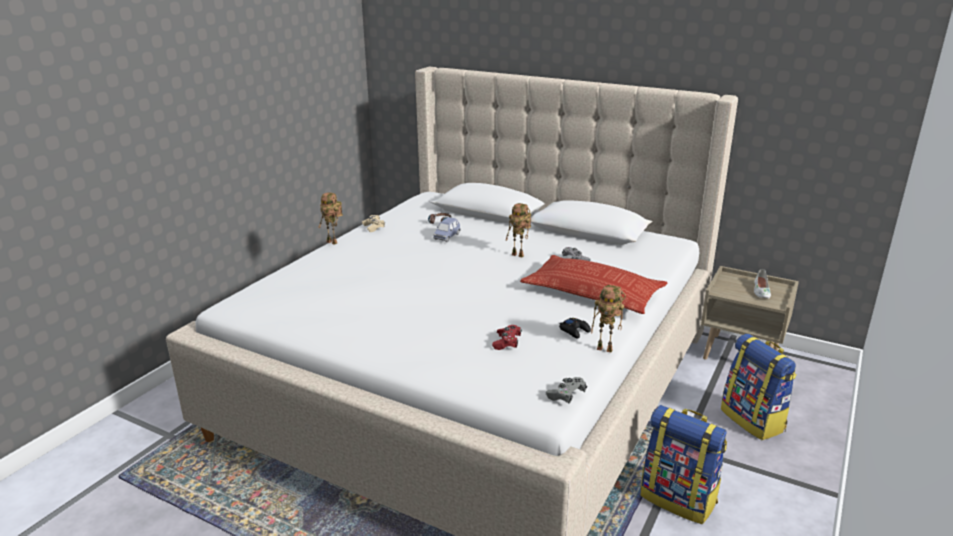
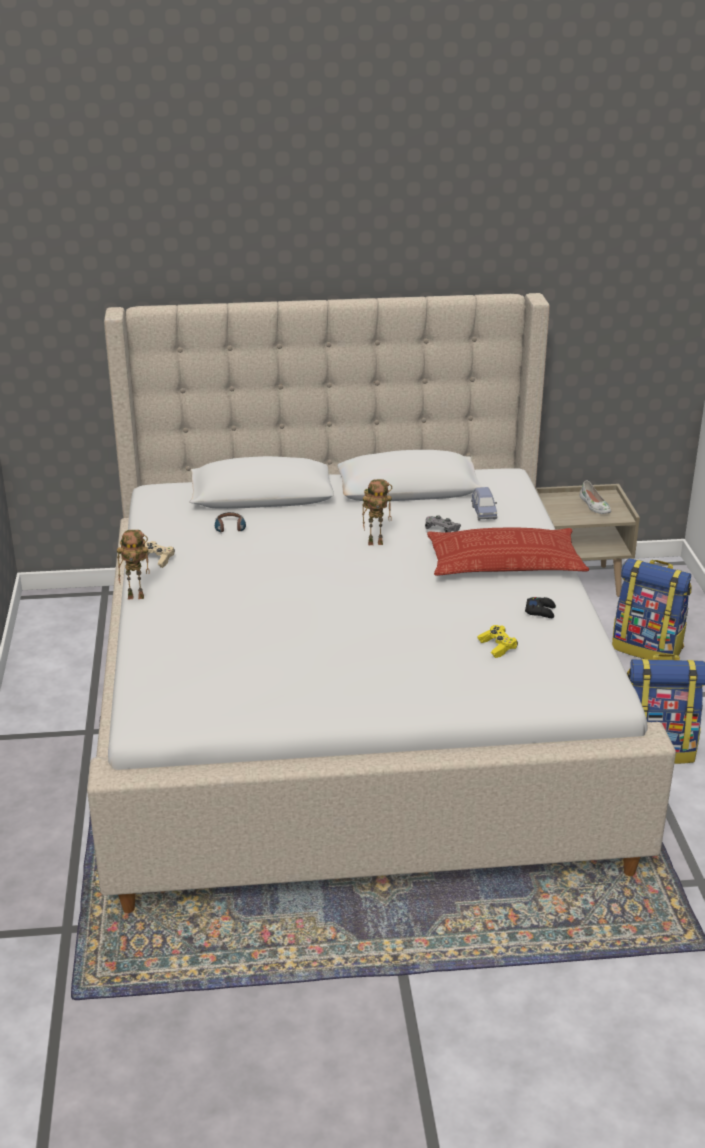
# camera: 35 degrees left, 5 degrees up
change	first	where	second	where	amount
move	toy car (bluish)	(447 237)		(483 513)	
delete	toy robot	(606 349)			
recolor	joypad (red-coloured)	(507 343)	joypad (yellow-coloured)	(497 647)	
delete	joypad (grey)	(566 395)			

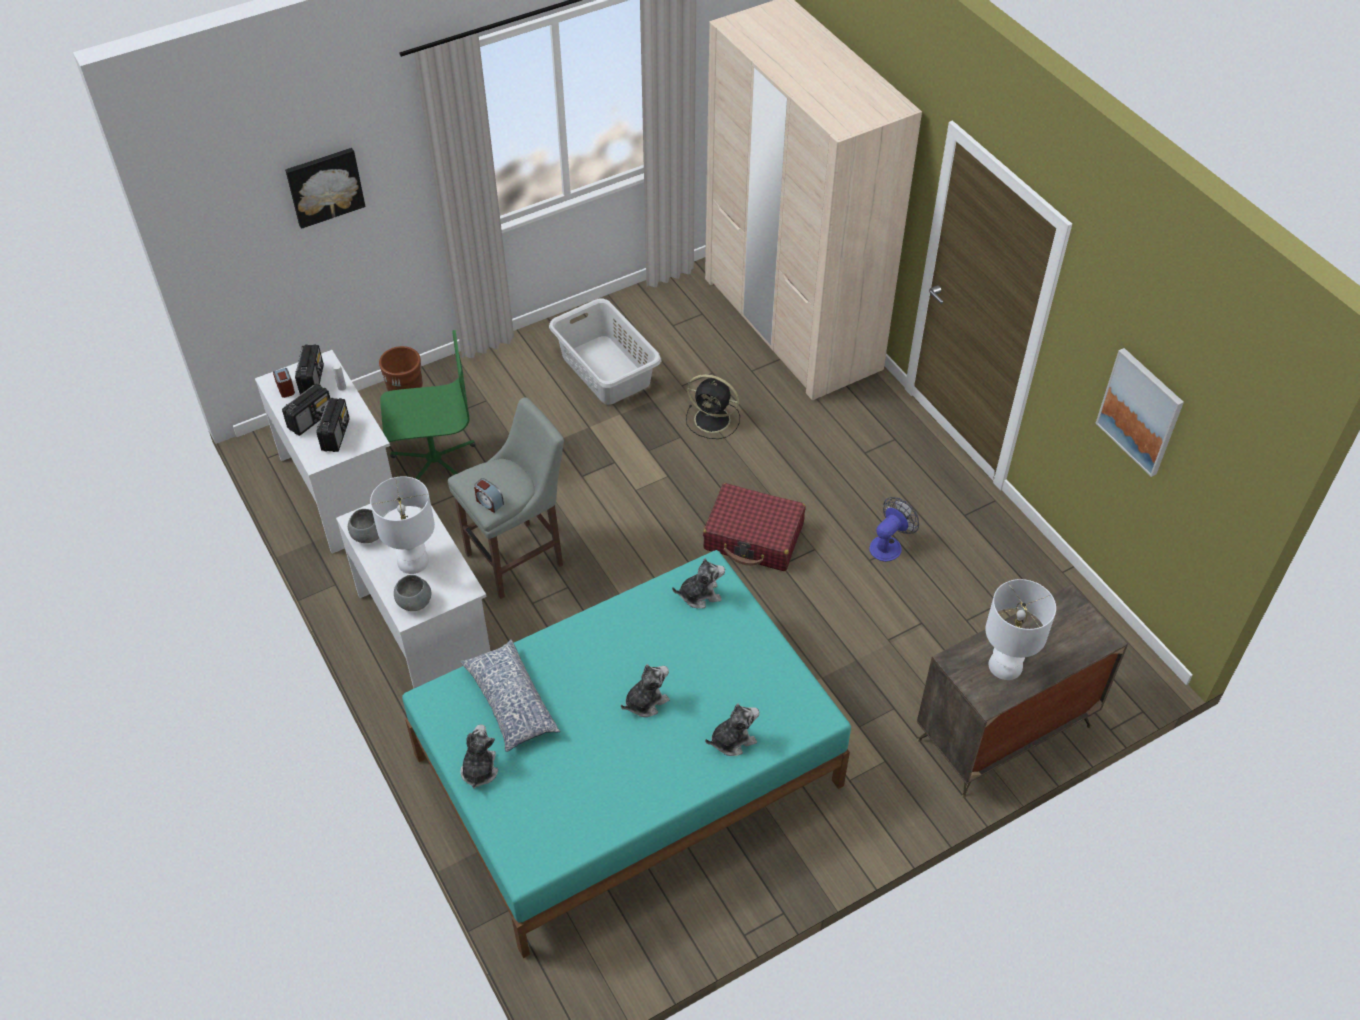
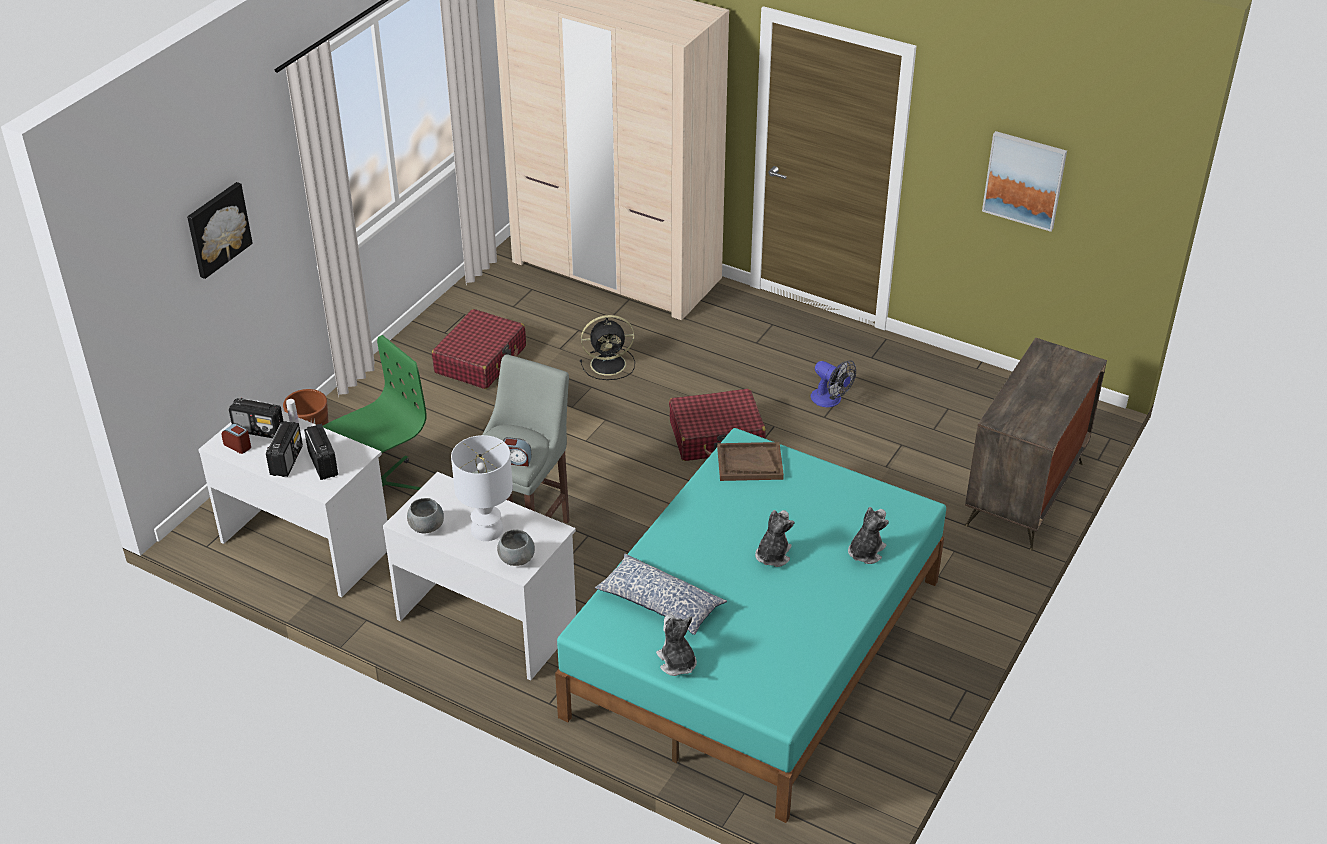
# camera: 30 degrees left, 10 degrees down
change	first	where	second	where	amount
replace	washing basket (grey)	(606 369)	piece of luggage (red-coloured)	(481 360)	
rotate	radio	(312 380)		(259 430)	135 degrees clockwise
rotate	electric fan	(889 545)		(830 400)	120 degrees clockwise
replace	cuddly toy	(700 595)	tray (brownish)	(749 463)	
delete	tabletop lamp (white)	(1006 665)			

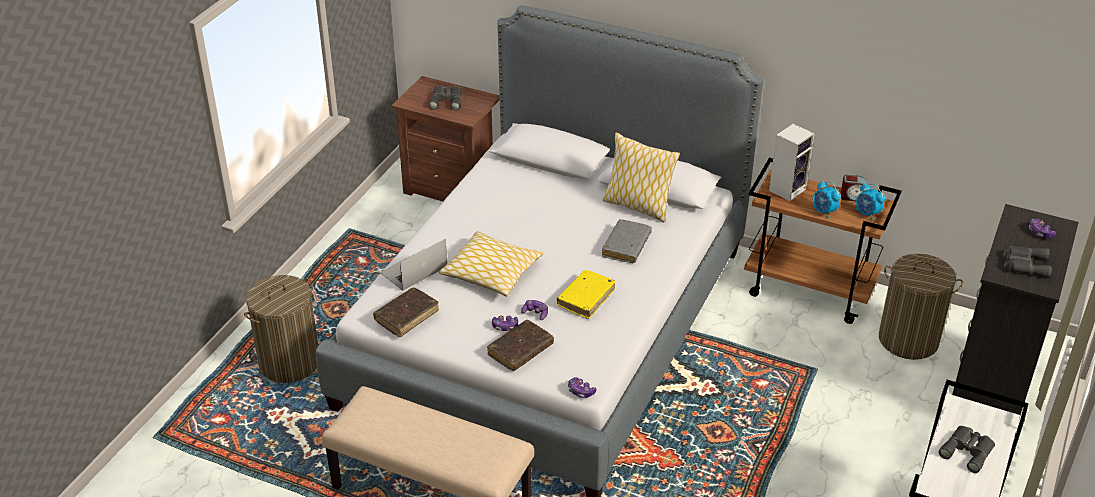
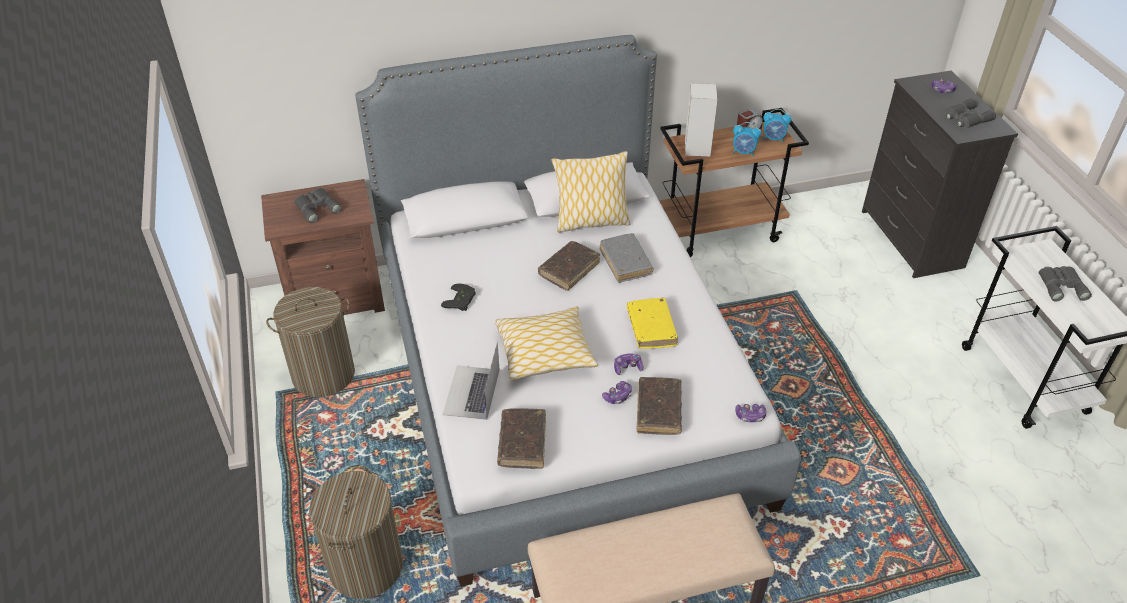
# camera: 40 degrees left, 5 degrees up
change	first	where	second	where	amount
move	washing basket	(908 340)		(323 374)	
insert			bound book (brownish)	(569 270)	
insert			joypad (black-coloured)	(461 300)	

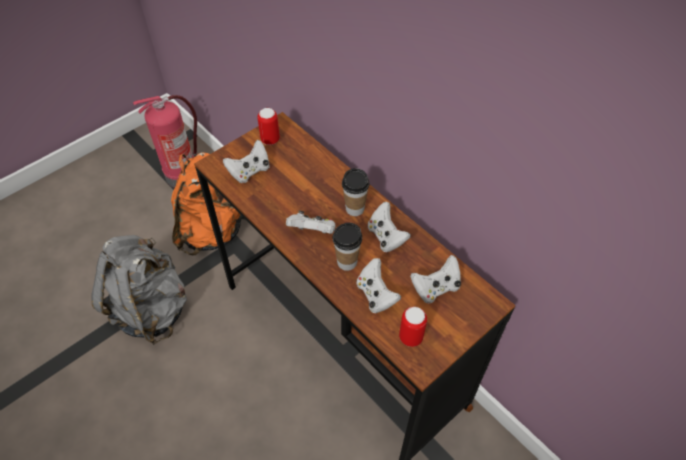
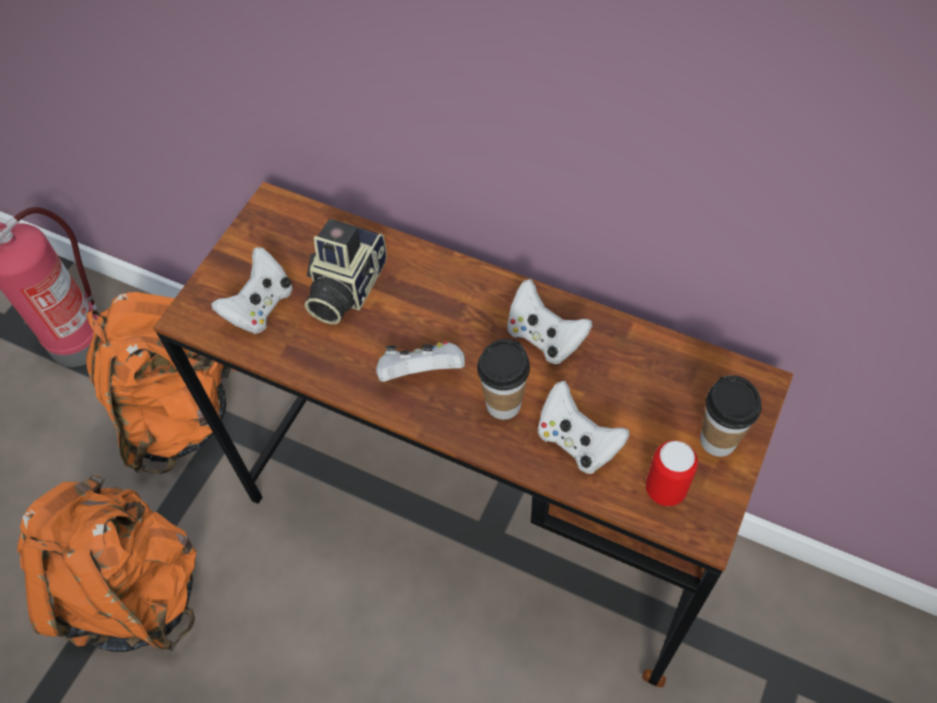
# camera: 20 degrees left, 5 degrees up
change	first	where	second	where	amount
delete	metal can	(270 140)			
move	small cup	(355 209)		(718 440)	
recolor	backpack (grey)	(151 309)	backpack (orangey)	(135 590)	
delete	joypad (white)	(436 288)			
insert			photo camera	(344 287)	

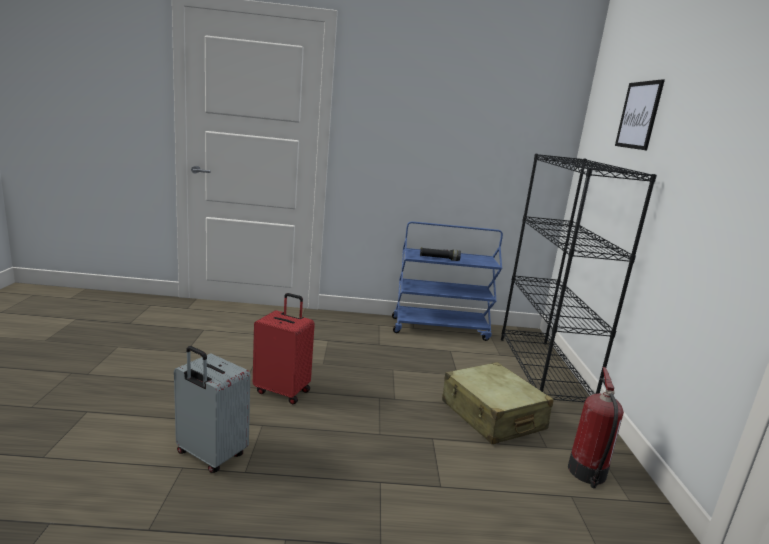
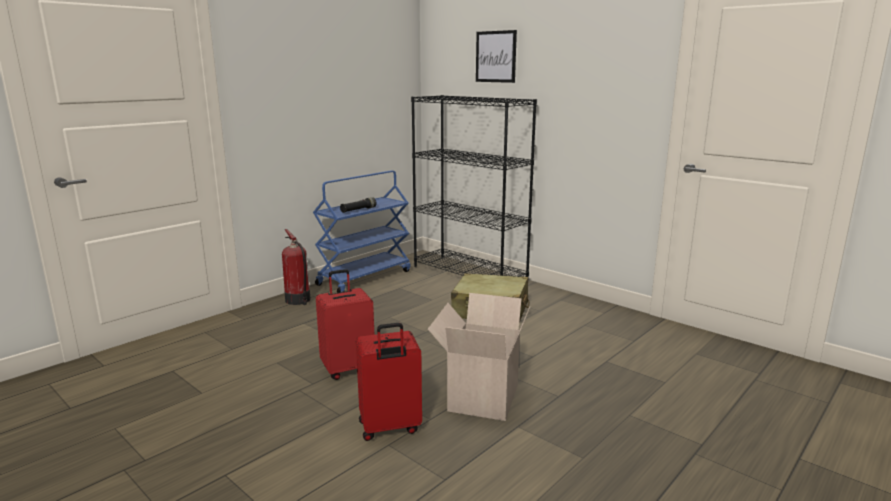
# camera: 45 degrees left, 0 degrees up
change	first	where	second	where	amount
recolor	piece of luggage (grey)	(210 455)	piece of luggage (red-coloured)	(389 428)	
move	fire-fighting cylinder	(587 473)		(298 300)	
insert			carton	(481 397)	

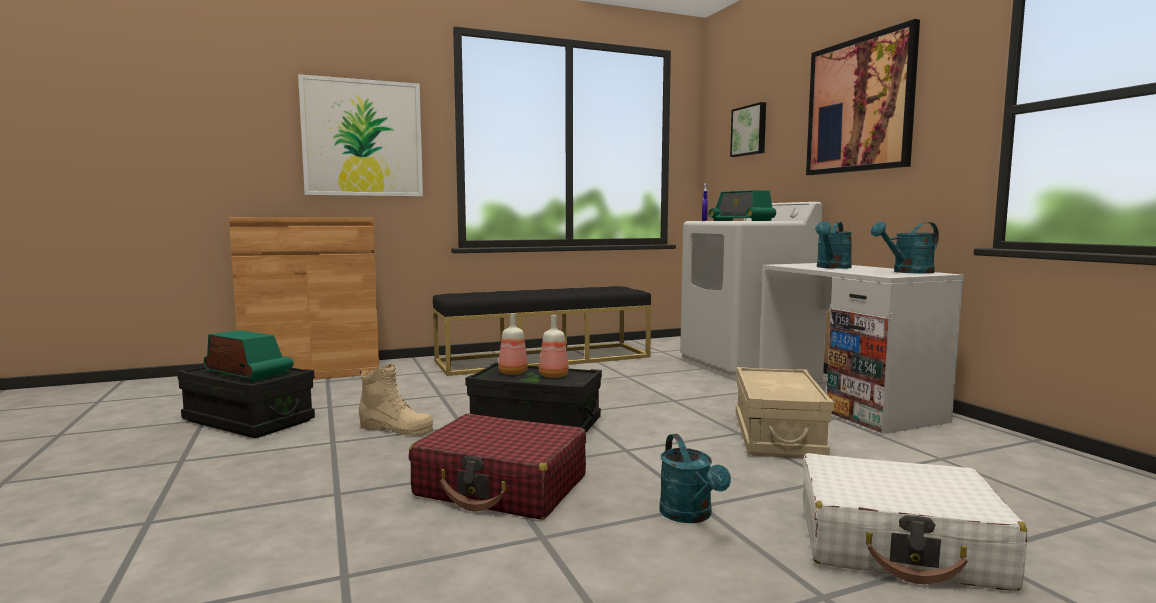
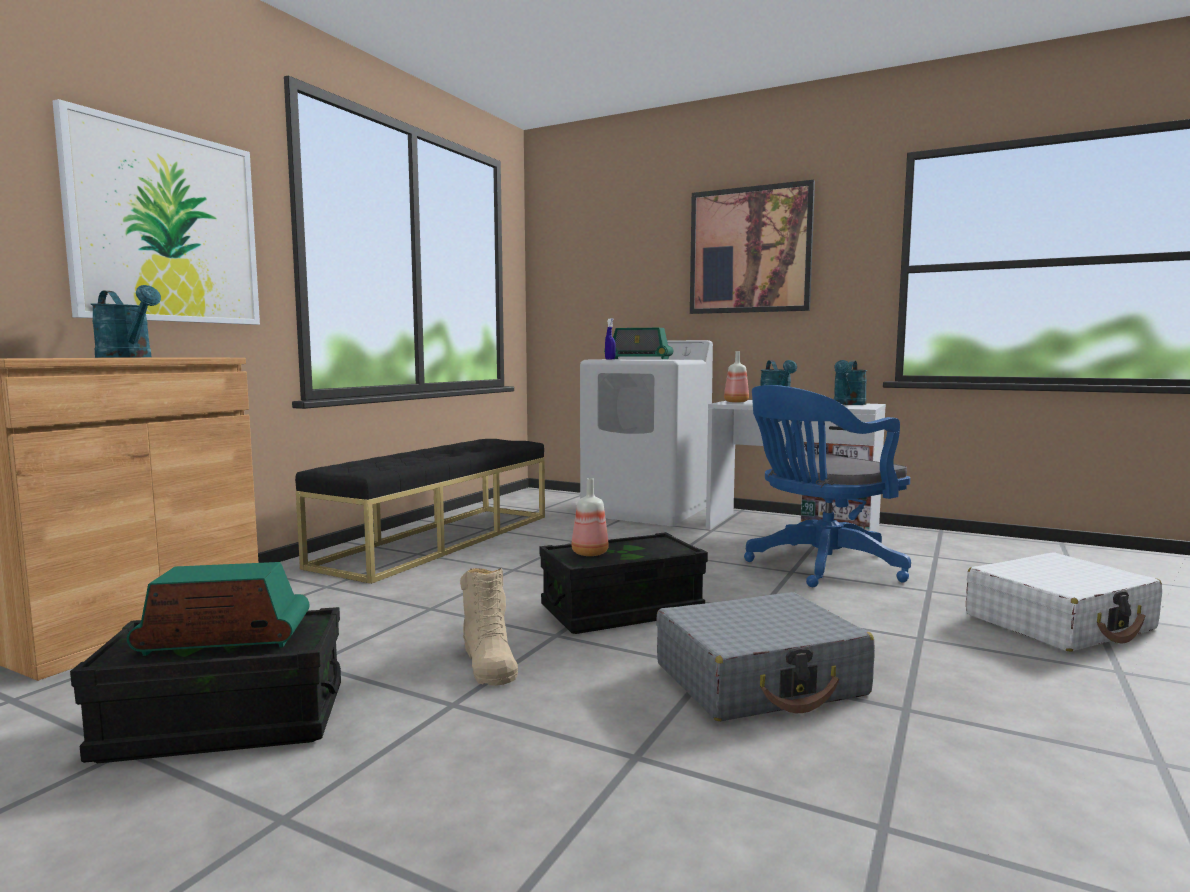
# camera: 40 degrees left, 0 degrees up
change	first	where	second	where	amount
delete	wall picture	(750 130)			
move	beverage bottle	(553 376)		(736 402)	
rotate	high-top boot (beige)	(396 429)		(489 662)	90 degrees clockwise
replace	storage bin (beige)	(777 436)	desk chair (bluish)	(819 566)	
recolor	piece of luggage (red-coloured)	(502 486)	piece of luggage (grey)	(760 680)	
move	sprinkling can (turquoise)	(690 516)		(129 357)	

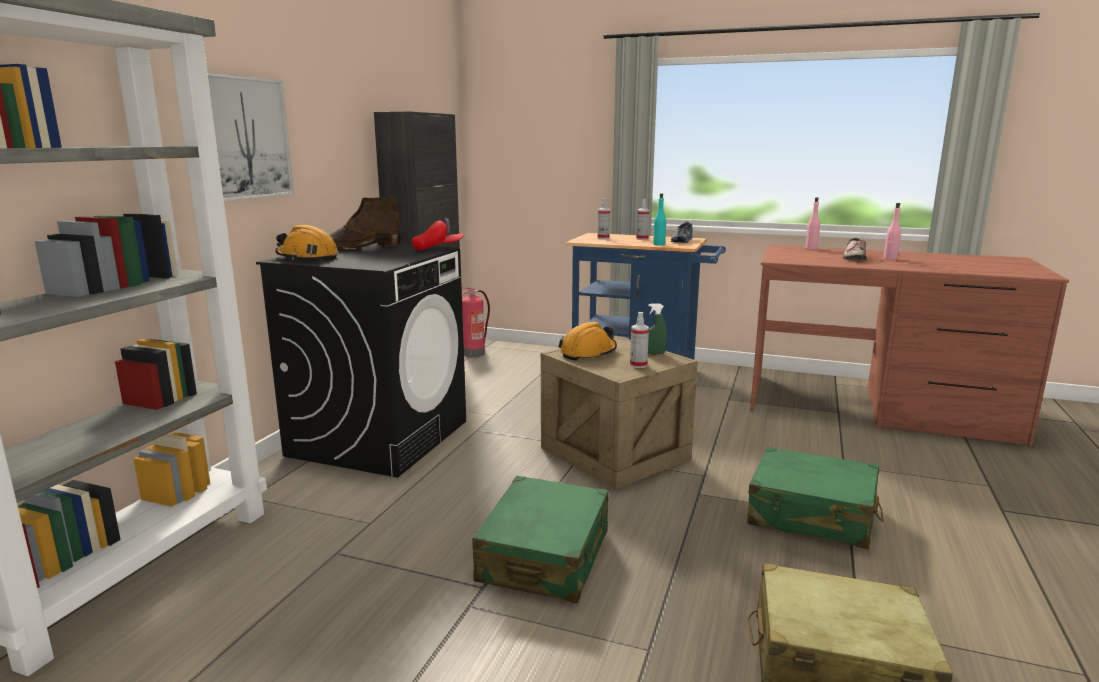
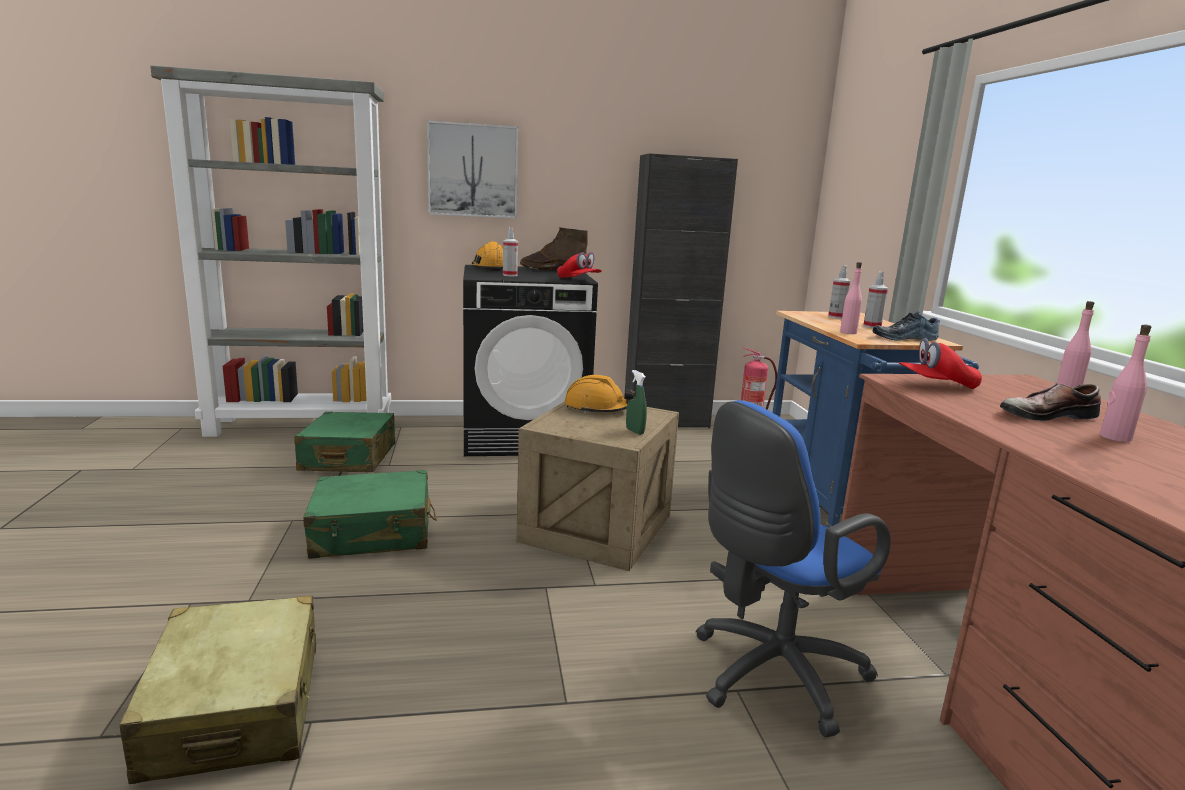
# camera: 60 degrees right, 0 degrees up
change	first	where	second	where	amount
recolor	beverage bottle (turquoise)	(659 244)	beverage bottle (pink-coloured)	(848 332)	
move	sprayer	(638 365)		(510 275)	
move	piece of luggage (green)	(812 515)		(348 458)	
insert			baseball cap (red-coloured)	(936 386)	
insert			desk chair (bluish)	(770 676)	

